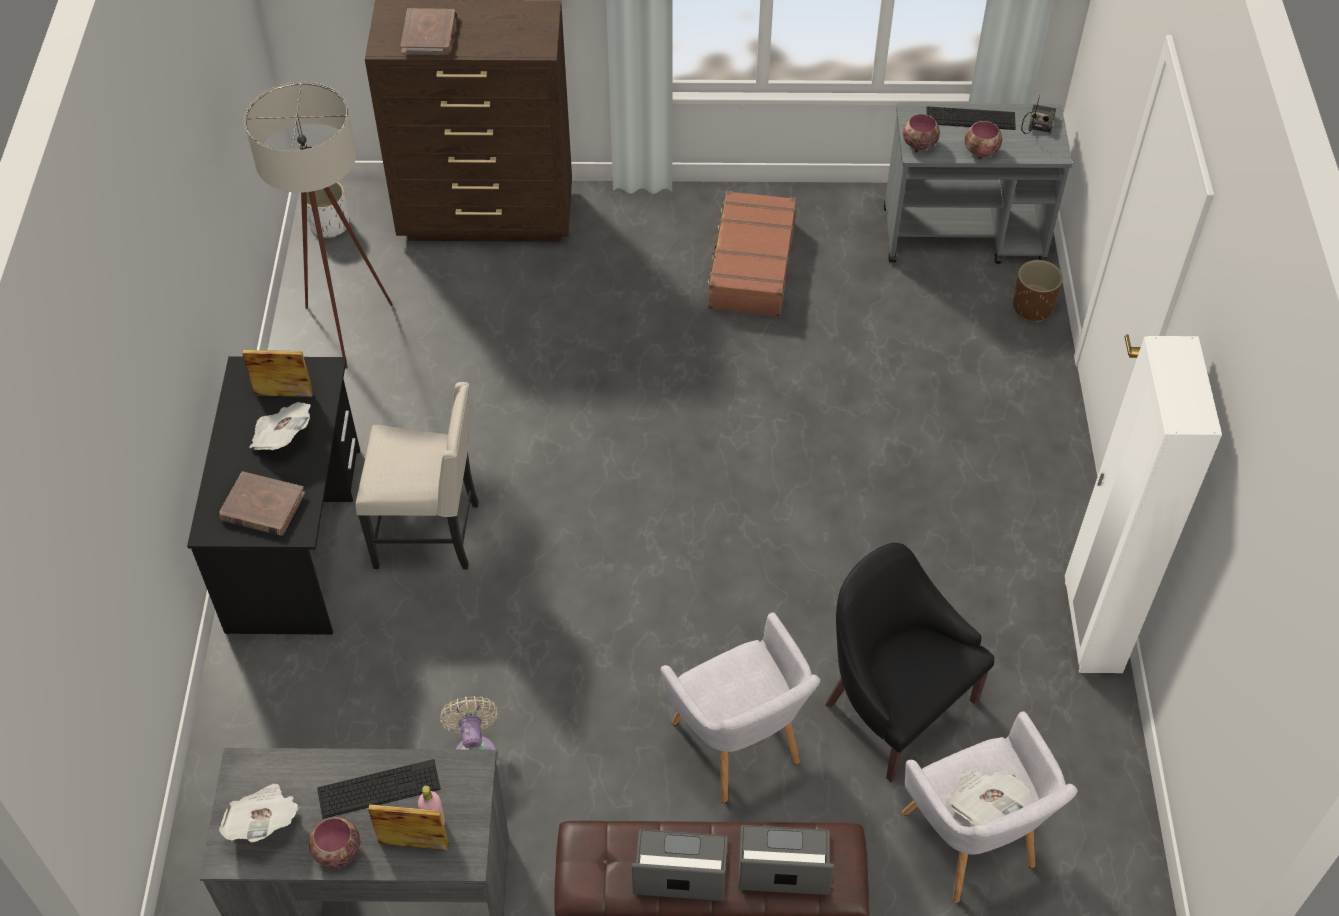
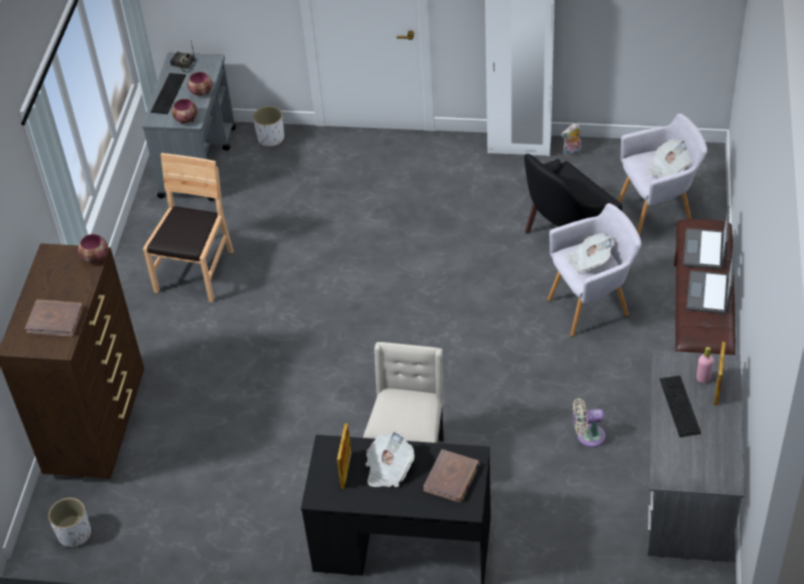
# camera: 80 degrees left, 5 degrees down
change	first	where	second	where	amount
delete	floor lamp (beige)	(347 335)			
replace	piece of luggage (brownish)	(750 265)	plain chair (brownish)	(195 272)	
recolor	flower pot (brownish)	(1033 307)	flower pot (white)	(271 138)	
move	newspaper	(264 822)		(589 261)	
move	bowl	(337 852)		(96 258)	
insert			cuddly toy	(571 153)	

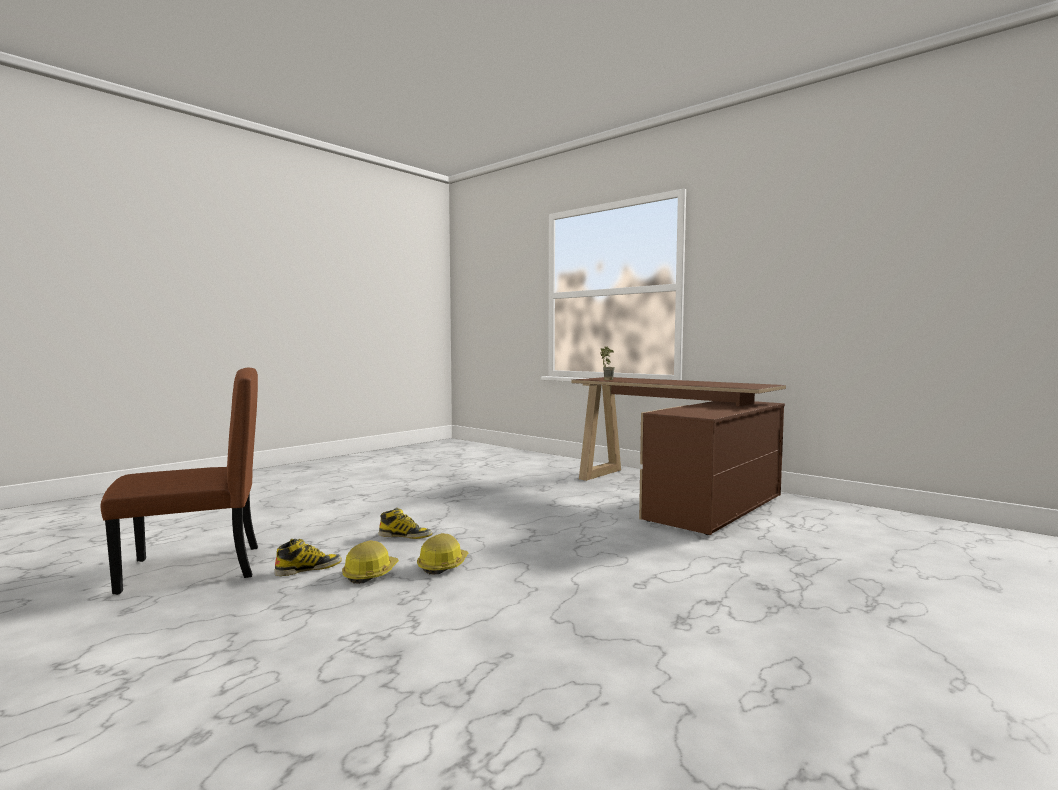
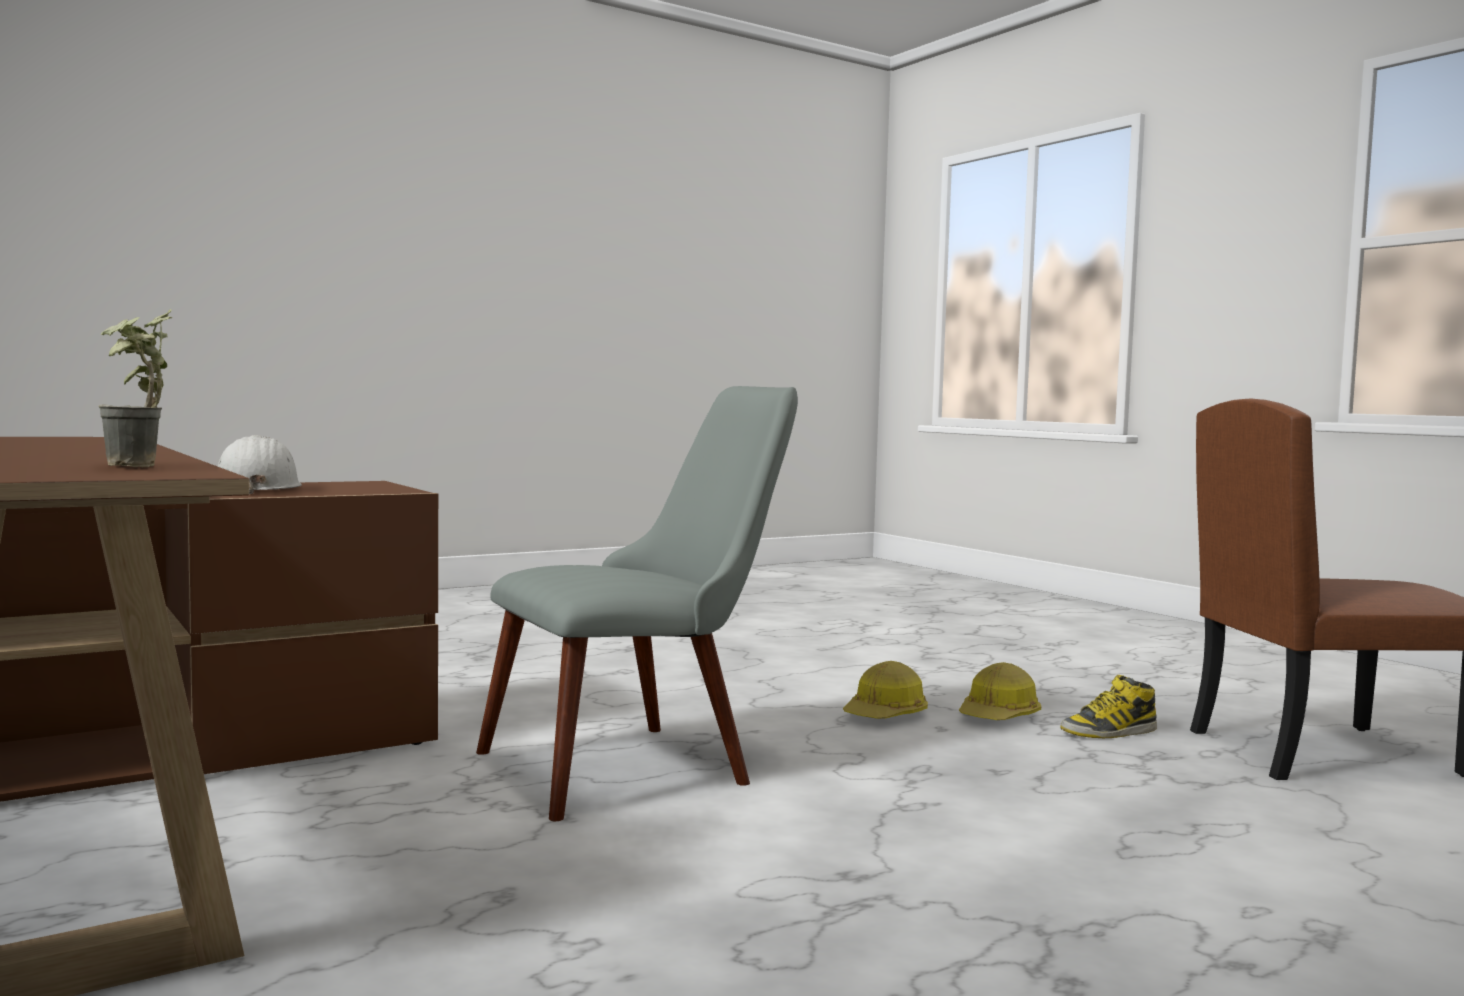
# camera: 165 degrees left, 0 degrees up
change	first	where	second	where	amount
delete	high-top boot	(405 536)			
insert			plain chair (grey)	(643 762)	
insert			safety helmet (white)	(257 489)	

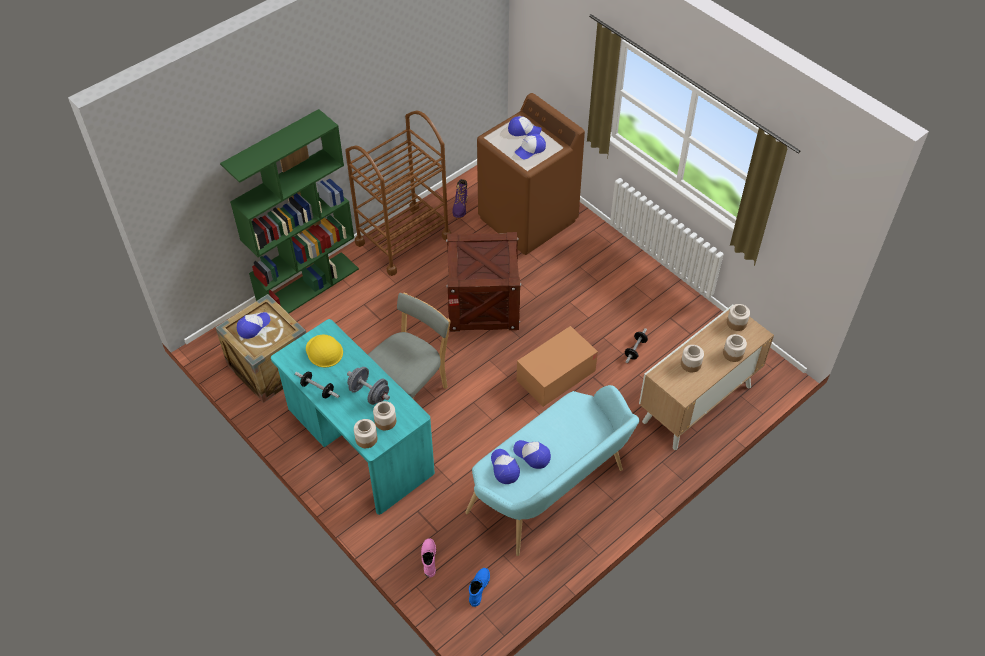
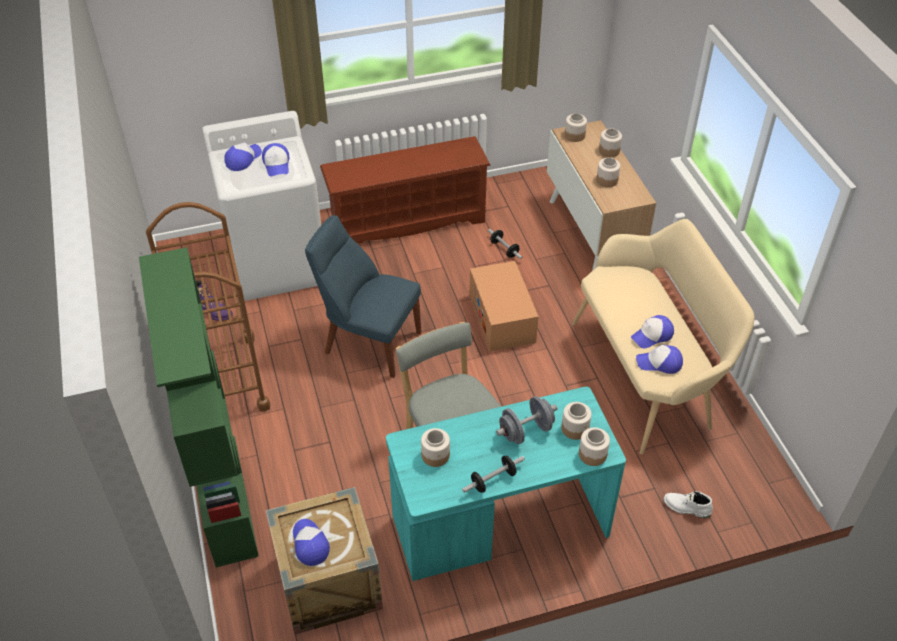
# camera: 65 degrees left, 5 degrees down
change	first	where	second	where	amount
recolor	laundry appliance (brownish)	(528 219)	laundry appliance (white)	(277 263)	
replace	shipping crate	(483 303)	plain chair (bluish)	(368 341)	
replace	safety helmet (yellow-coloured)	(324 351)	preserve jar	(436 455)	
recolor	bench (turquoise)	(552 494)	bench (beige)	(648 375)	
recolor	high-top boot (pink-coloured)	(428 559)	high-top boot (white)	(686 508)	
delete	high-top boot (bluish)	(478 587)			
insert			shoe stand (brownish)	(407 221)	

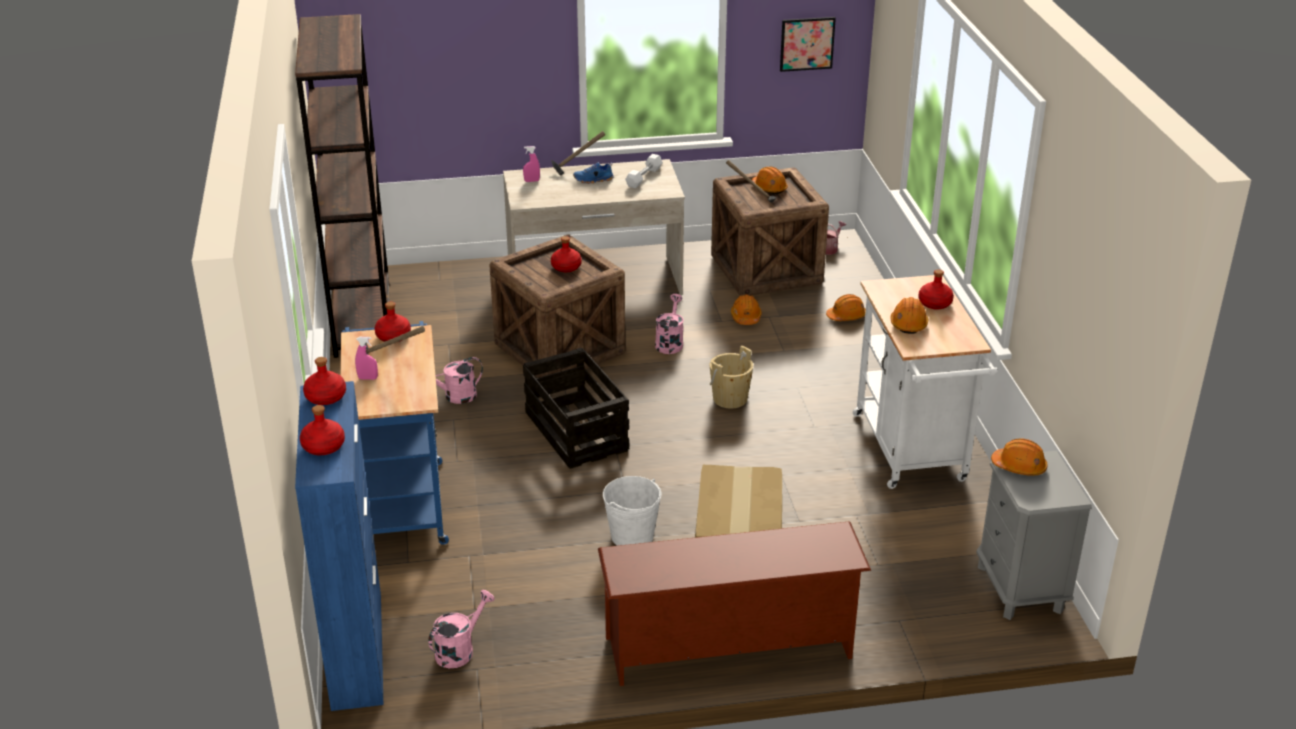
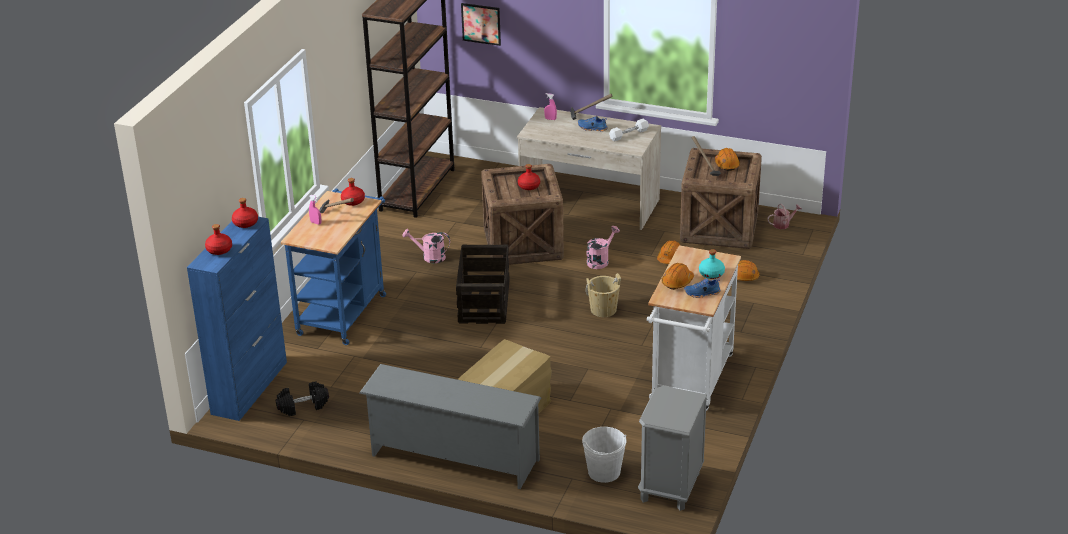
# camera: 30 degrees right, 0 degrees up
change	first	where	second	where	amount
move	wall picture	(807 43)		(481 24)	
recolor	beverage bottle (red-coloured)	(935 303)	beverage bottle (turquoise)	(711 274)	
delete	safety helmet (orangey)	(1019 467)			
move	bucket (white)	(632 536)		(604 472)	
recolor	shoe stand (brownish)	(729 649)	shoe stand (grey)	(453 458)	
replace	sprinkling can (pink-coloured)	(460 650)	hand weight (black-coloured)	(303 406)	
insert			item of footwear (bluish)	(702 293)	

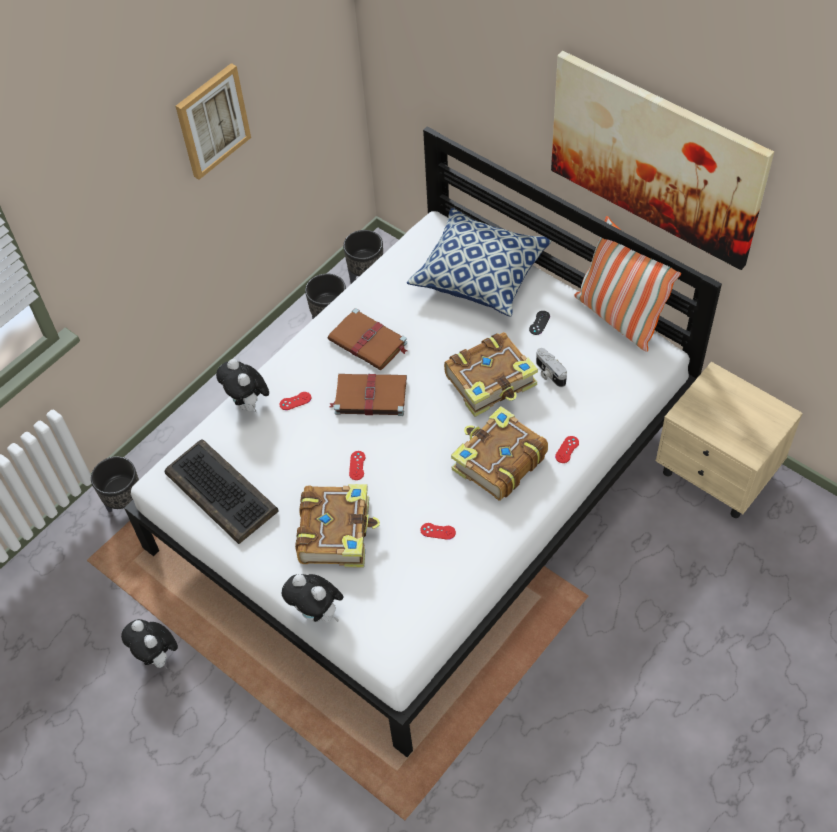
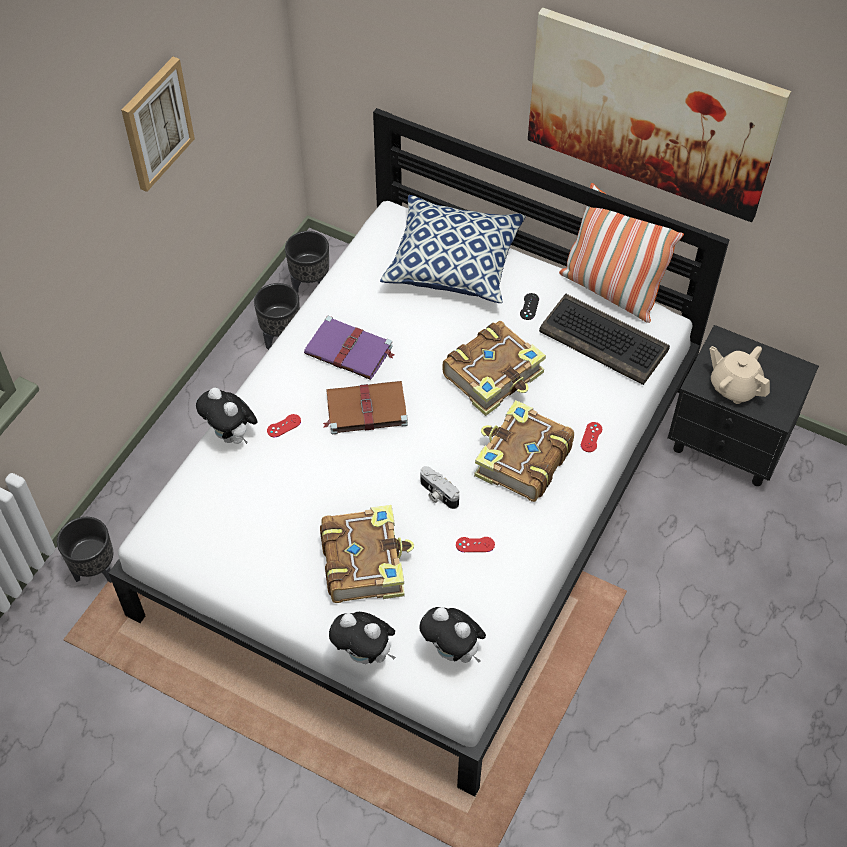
# camera: 15 degrees left, 0 degrees up
change	first	where	second	where	amount
recolor	bound book (brownish)	(369 342)	bound book (purple)	(350 351)	
move	photo camera	(549 373)		(437 494)	
recolor	bedside table (beige)	(718 474)	bedside table (black-coloured)	(729 443)	
move	keyboard	(223 492)		(605 340)	
delete	joypad (red-coloured)	(357 465)			
move	cuddly toy	(157 656)		(453 651)	
insert			tea pot (beige)	(734 387)	

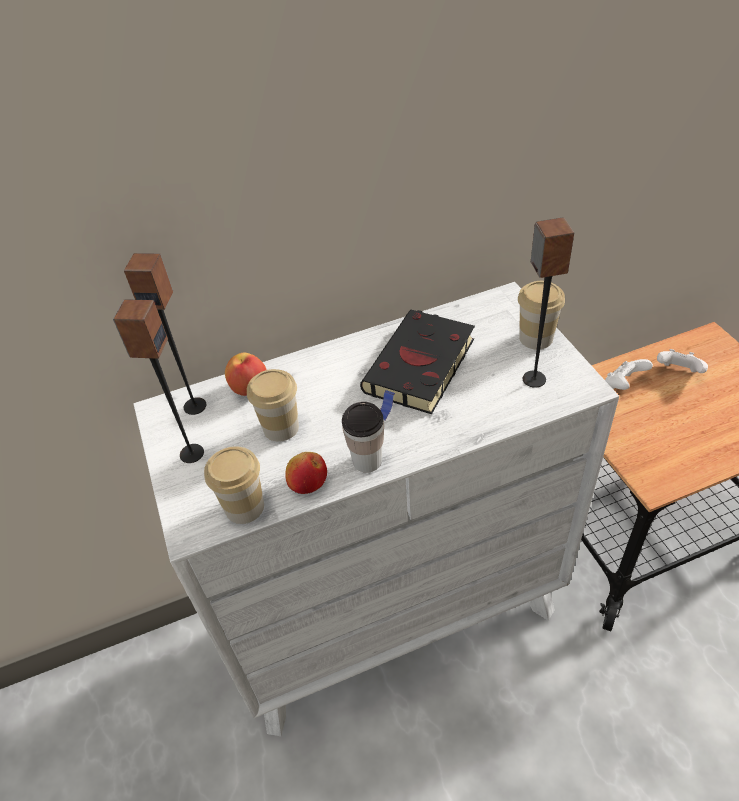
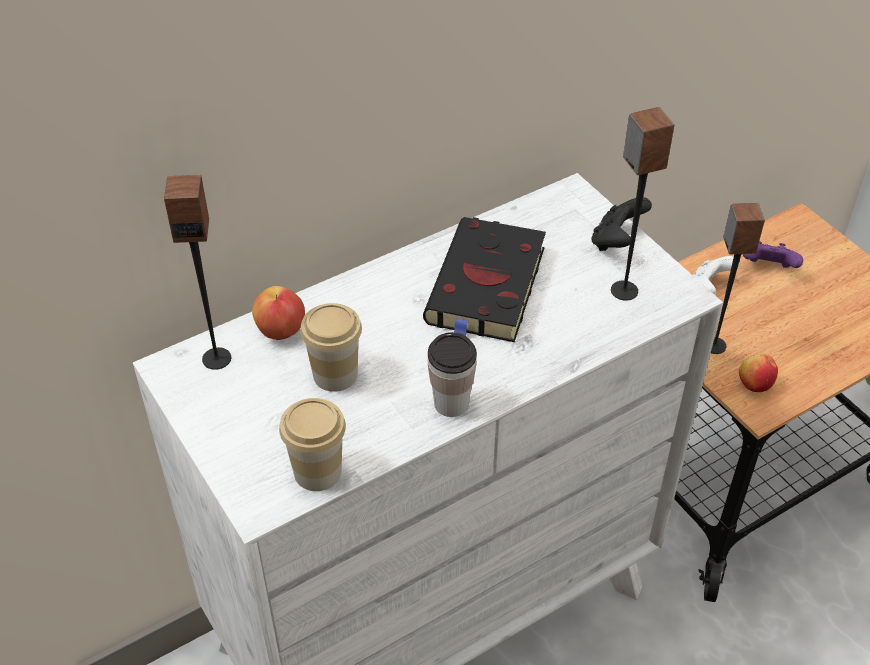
# camera: 15 degrees left, 0 degrees up
change	first	where	second	where	amount
replace	small cup	(536 338)	joypad (black-coloured)	(616 241)	
move	audio speaker	(191 453)		(714 345)	
recolor	joypad (white)	(678 372)	joypad (purple)	(768 269)	
move	whole apple	(308 482)		(755 383)	

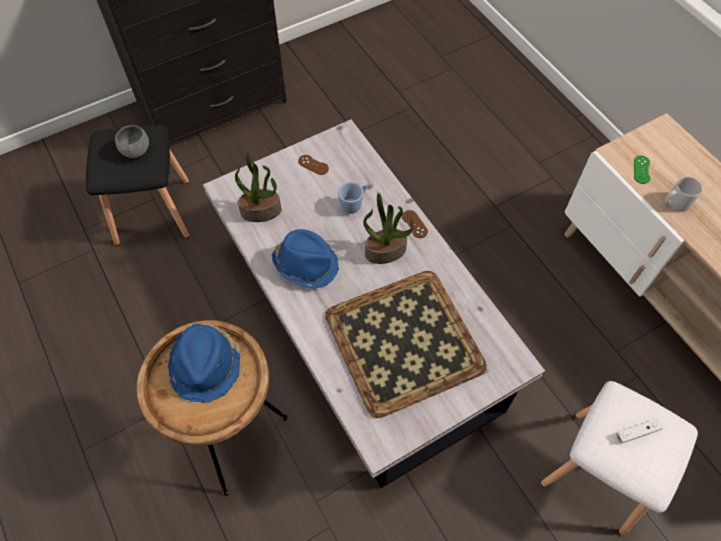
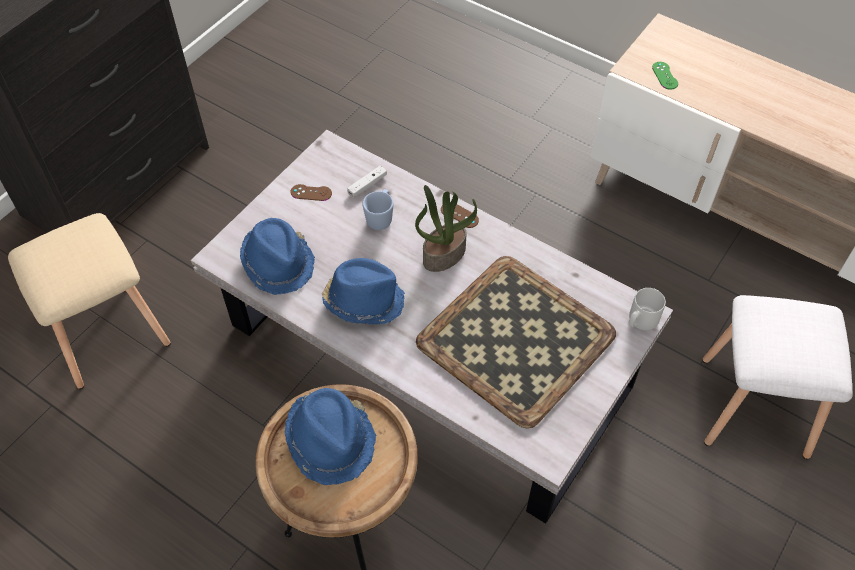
# camera: 25 degrees left, 5 degrees down
change	first	where	second	where	amount
recolor	stool (black-coloured)	(151 213)	stool (beige)	(106 333)	
delete	bowl (grey)	(136 150)			
replace	plant in a pot	(261 211)	clothing hat (bluish)	(279 263)	
move	coffee mug (grey)	(675 202)		(640 320)	
move	joypad (white)	(637 432)		(367 185)	

